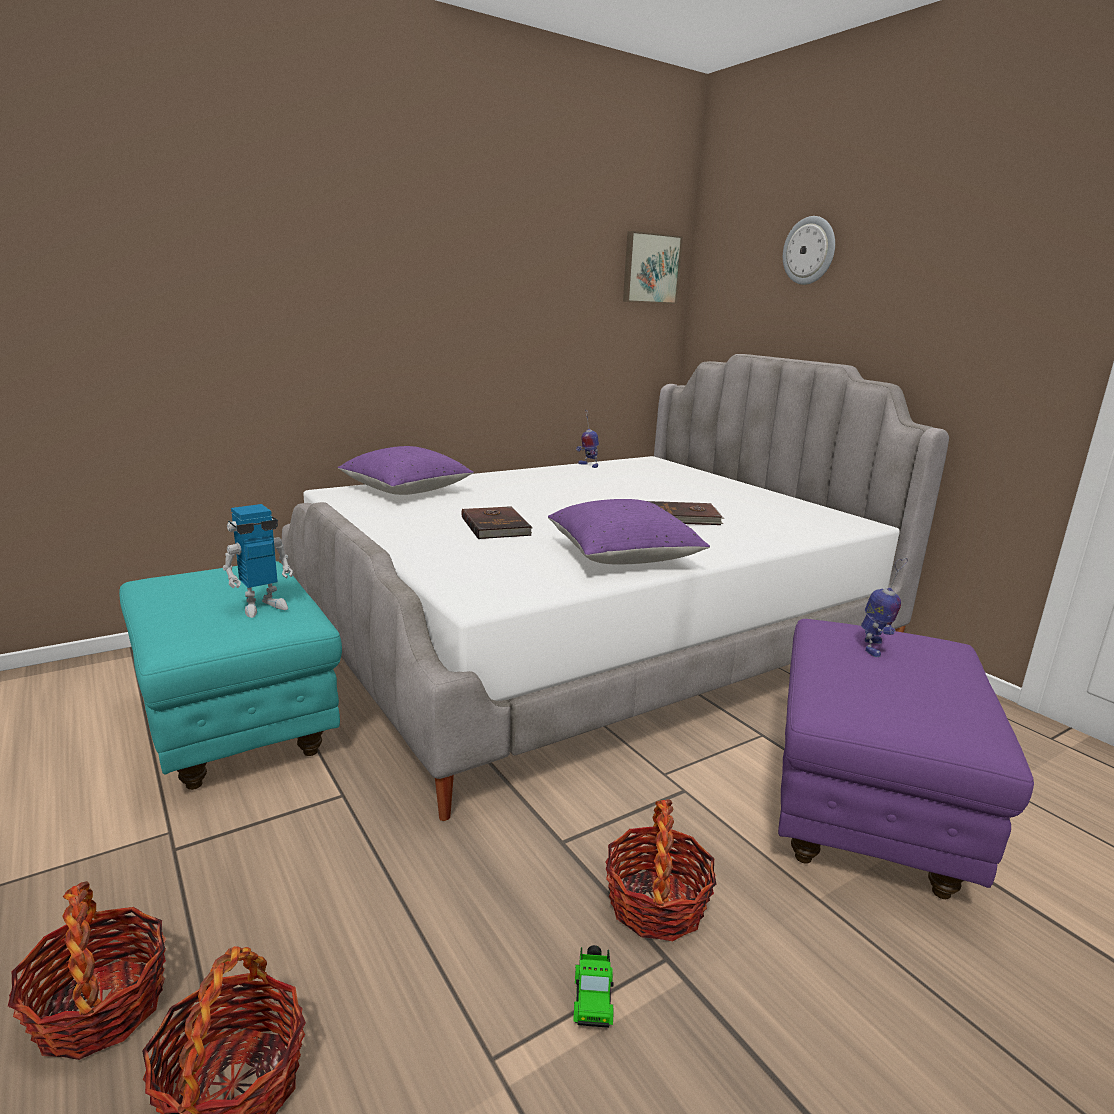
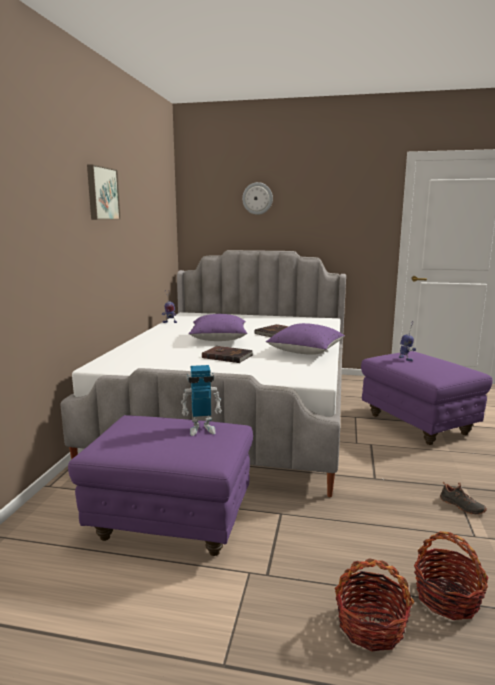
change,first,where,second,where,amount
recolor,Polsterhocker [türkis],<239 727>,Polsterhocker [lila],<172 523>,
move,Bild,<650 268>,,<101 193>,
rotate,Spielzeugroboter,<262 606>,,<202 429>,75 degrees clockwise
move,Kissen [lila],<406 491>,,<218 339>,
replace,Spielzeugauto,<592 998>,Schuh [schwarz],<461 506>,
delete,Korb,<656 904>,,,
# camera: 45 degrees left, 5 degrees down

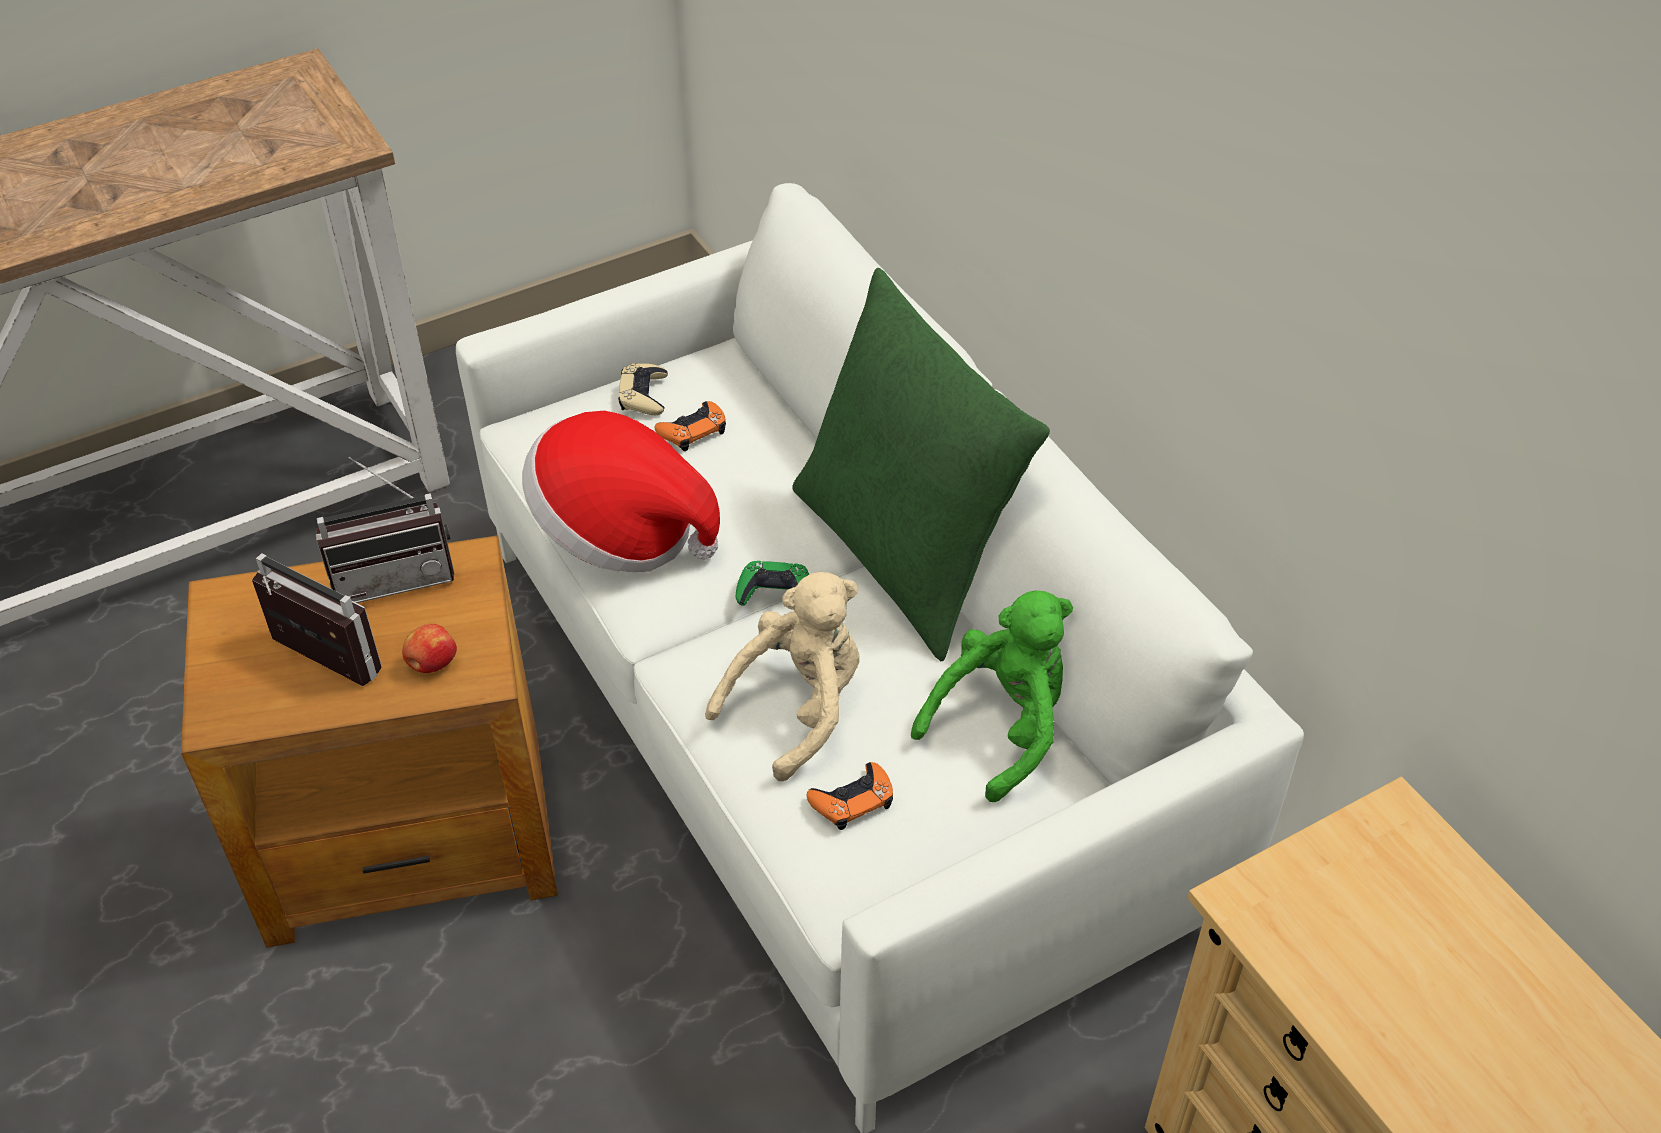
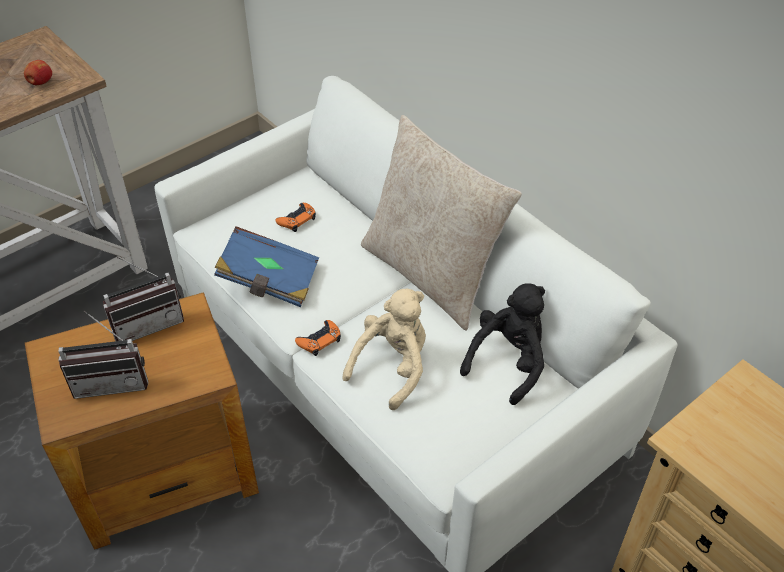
change,first,where,second,where,amount
move,Apfel,<432 664>,,<40 83>,
rotate,Radio,<315 665>,,<112 381>,150 degrees clockwise
replace,Hut,<621 531>,Buch [blau],<269 281>,
move,Gamepad [orange],<852 800>,,<319 340>,
recolor,Kissen [grün],<905 554>,Kissen [beige],<431 274>,
recolor,Plüschtier [grün],<1002 726>,Plüschtier [schwarz],<508 362>,
delete,Gamepad [beige],<643 395>,,,
delete,Gamepad [grün],<775 592>,,,
# camera: 10 degrees left, 0 degrees up

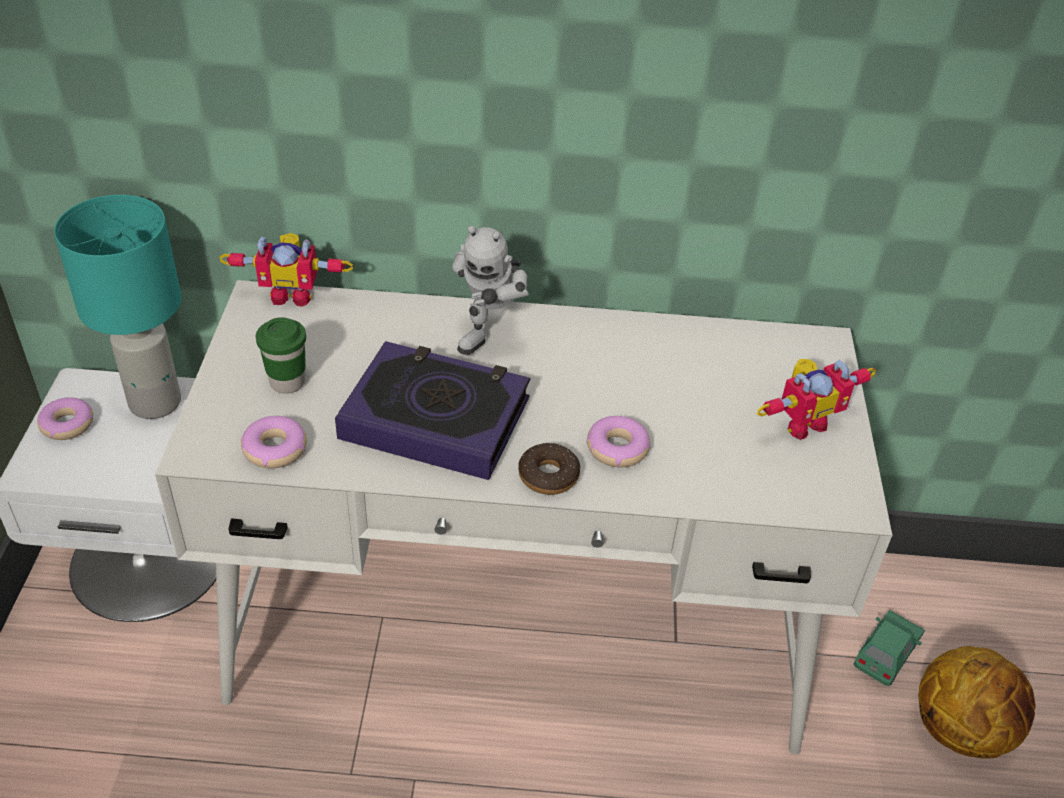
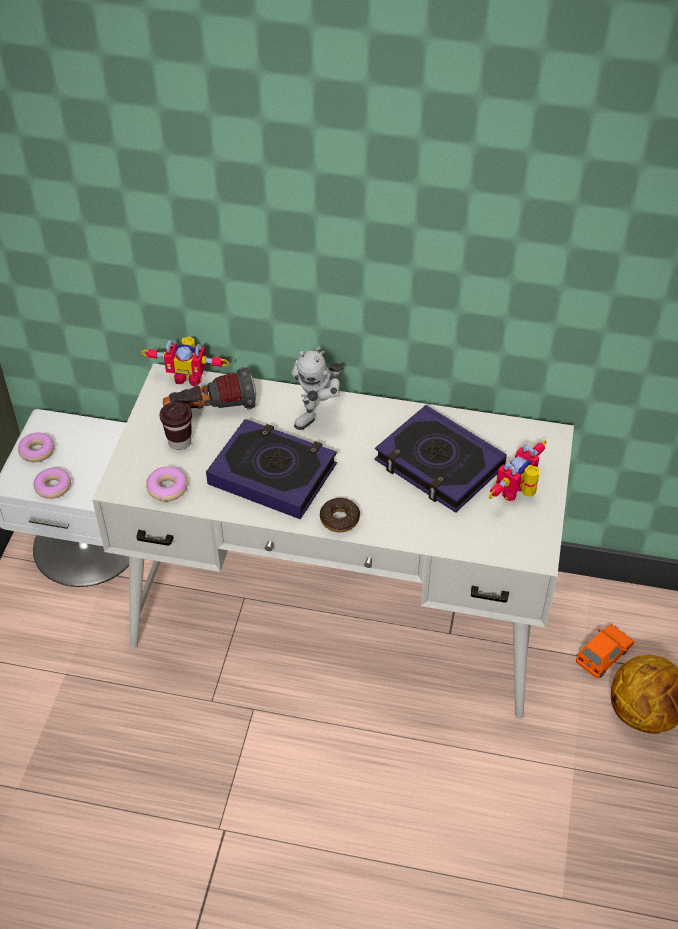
change,first,where,second,where,amount
move,Donut,<617 448>,,<53 487>,
recolor,Tasse [grün],<287 382>,Tasse [braun],<179 442>,
insert,,,Taschenlampe,<211 410>,
insert,,,Buch,<439 465>,
rotate,Spielzeugroboter,<802 422>,,<518 494>,150 degrees clockwise
recolor,Spielzeugauto [grün],<887 652>,Spielzeugauto [orange],<604 654>,
delete,Tischlampe [türkis],<155 401>,,,
# camera: 10 degrees right, 5 degrees up

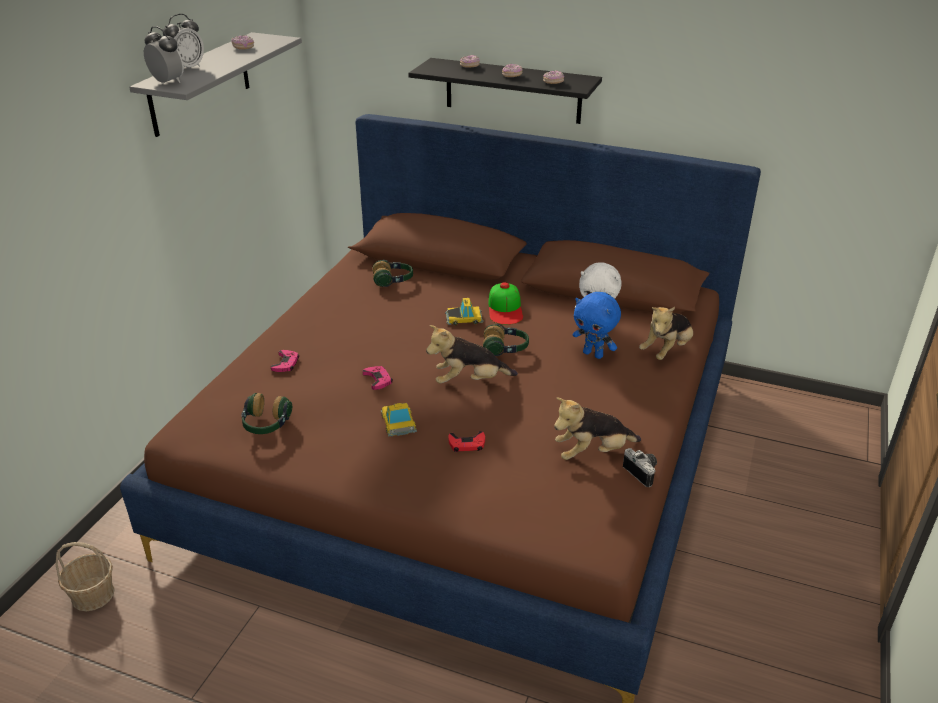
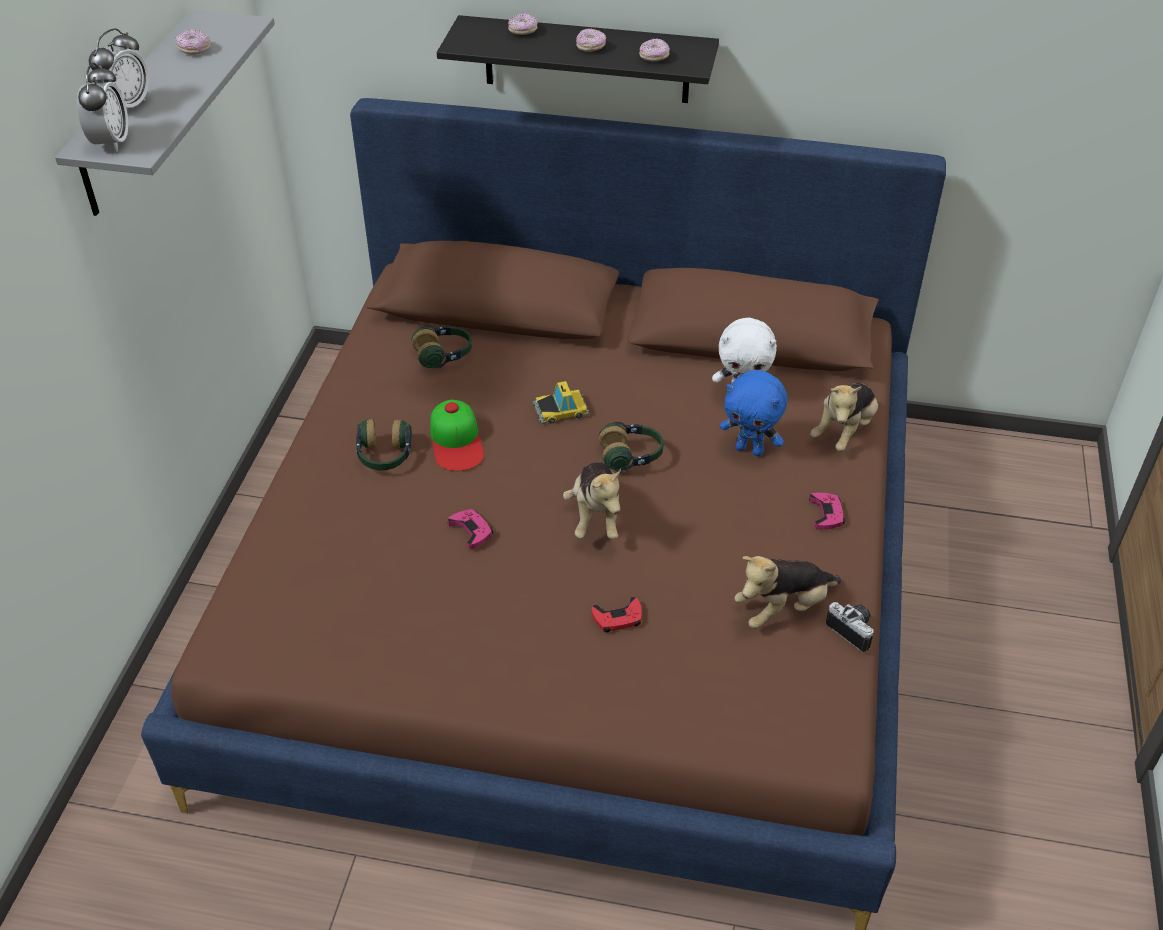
change,first,where,second,where,amount
rotate,Wecker,<167 82>,,<111 142>,60 degrees clockwise
move,Kopfhörer,<266 424>,,<384 456>,
move,Kappe,<505 309>,,<456 441>,
rotate,Plüschtier,<469 381>,,<595 516>,75 degrees counterclockwise
move,Gamepad [rosa],<286 363>,,<826 514>,
delete,Korb,<92 594>,,,
delete,Spielzeugauto,<398 422>,,,
# camera: 10 degrees left, 10 degrees up

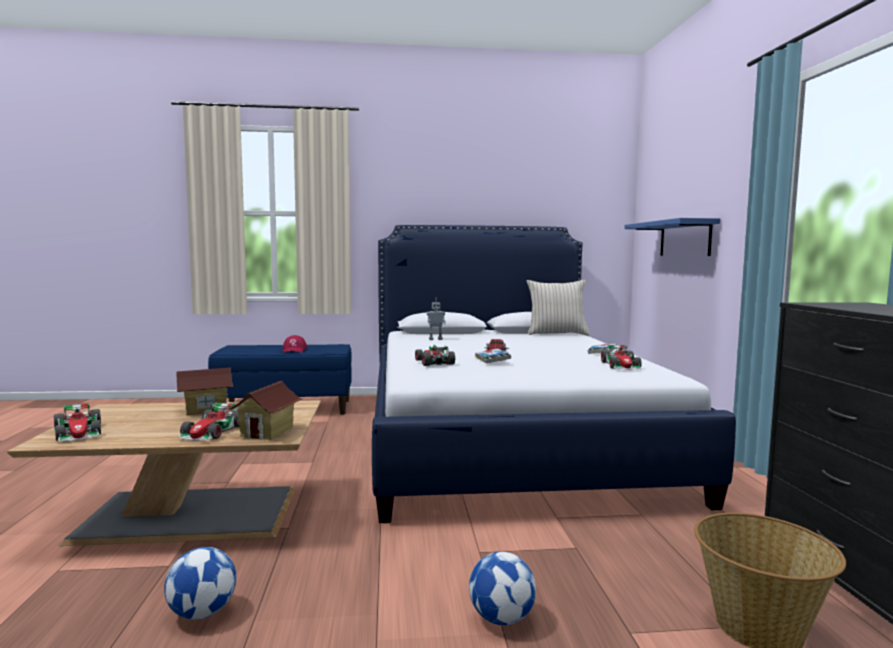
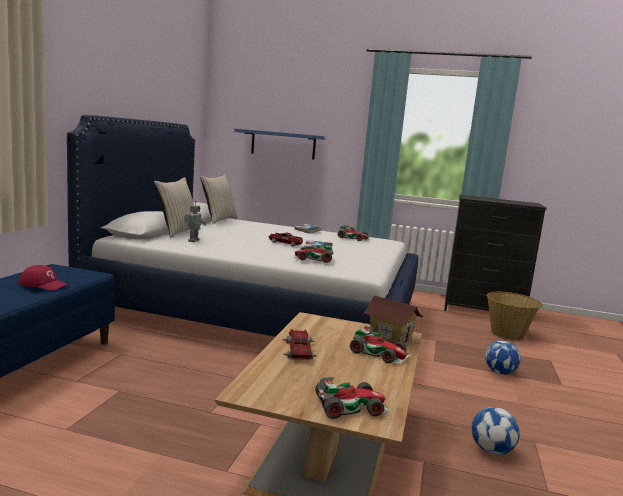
change,first,where,second,where,amount
insert,,,Kissen [beige],<177 232>,
replace,Spielzeughaus,<205 409>,Spielzeugauto,<298 350>,
# camera: 70 degrees left, 5 degrees up

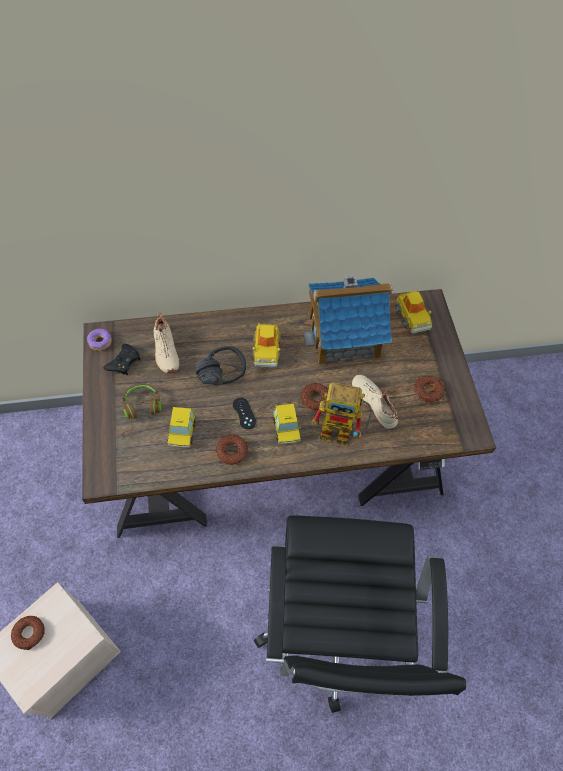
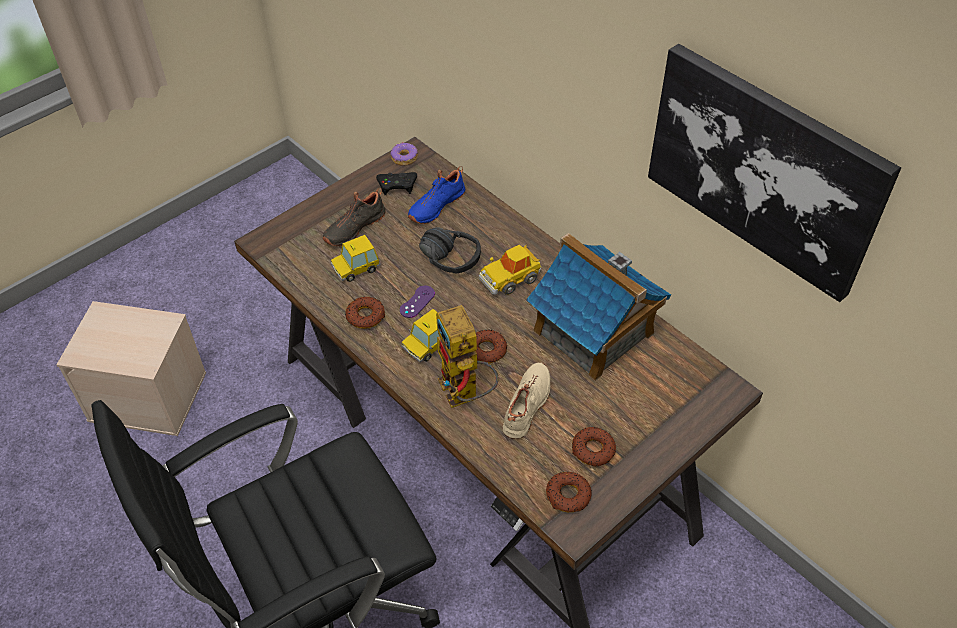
change,first,where,second,where,amount
replace,Kopfhörer [braun],<141 412>,Schuh [schwarz],<353 227>,
recolor,Gamepad [schwarz],<244 413>,Gamepad [lila],<417 302>,
recolor,Schuh [beige],<165 351>,Schuh [blau],<435 205>,
move,Donut,<29 633>,,<568 495>,
insert,,,Bild,<764 169>,
delete,Spielzeugauto,<412 316>,,,
# camera: 60 degrees right, 10 degrees down

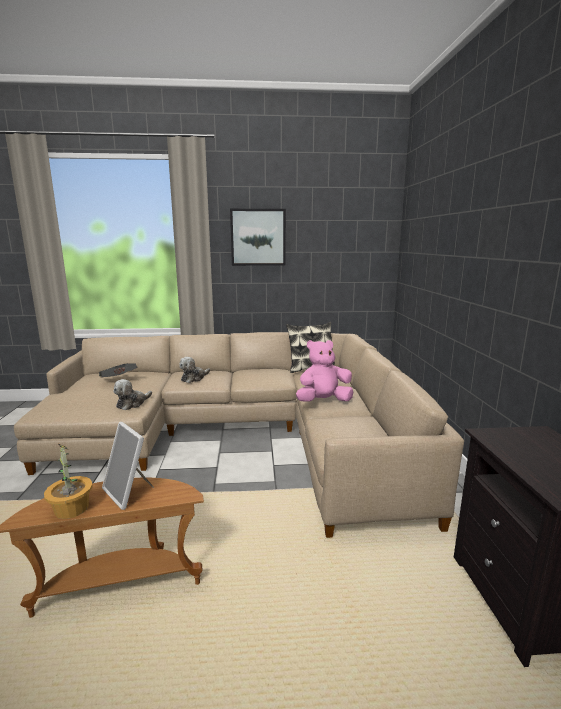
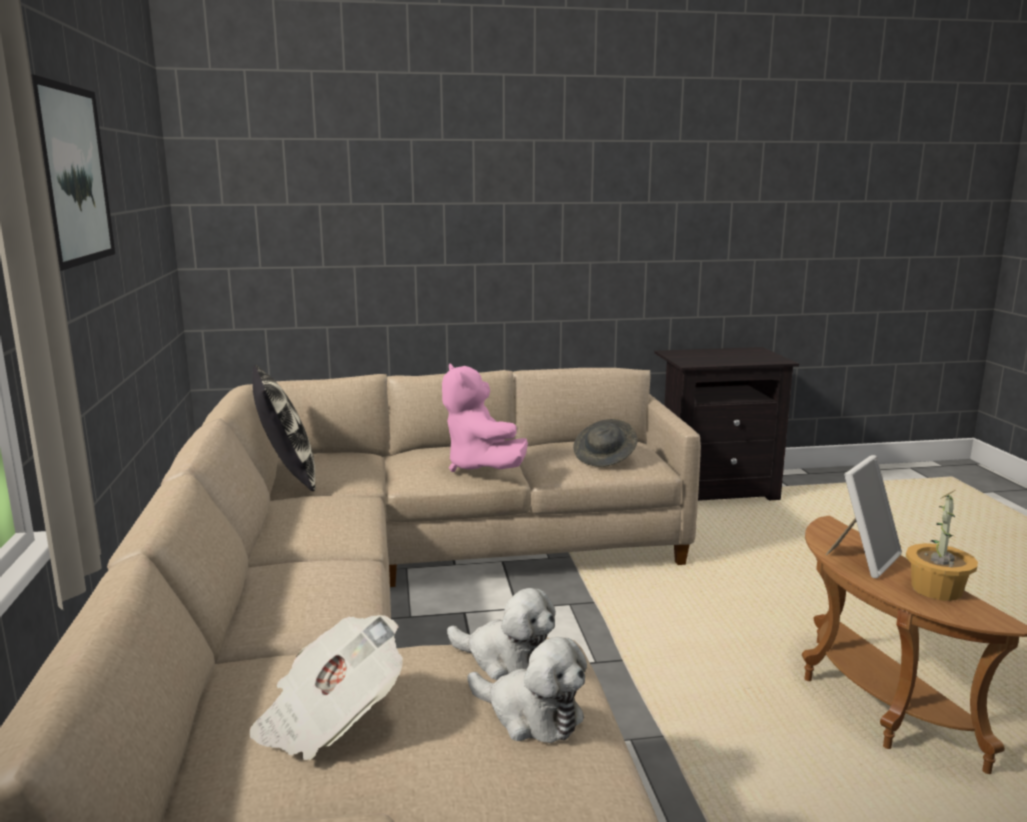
change,first,where,second,where,amount
move,Plüschtier,<194 378>,,<531 715>,
insert,,,Hut [grau],<605 458>,
# camera: 95 degrees left, 0 degrees up

